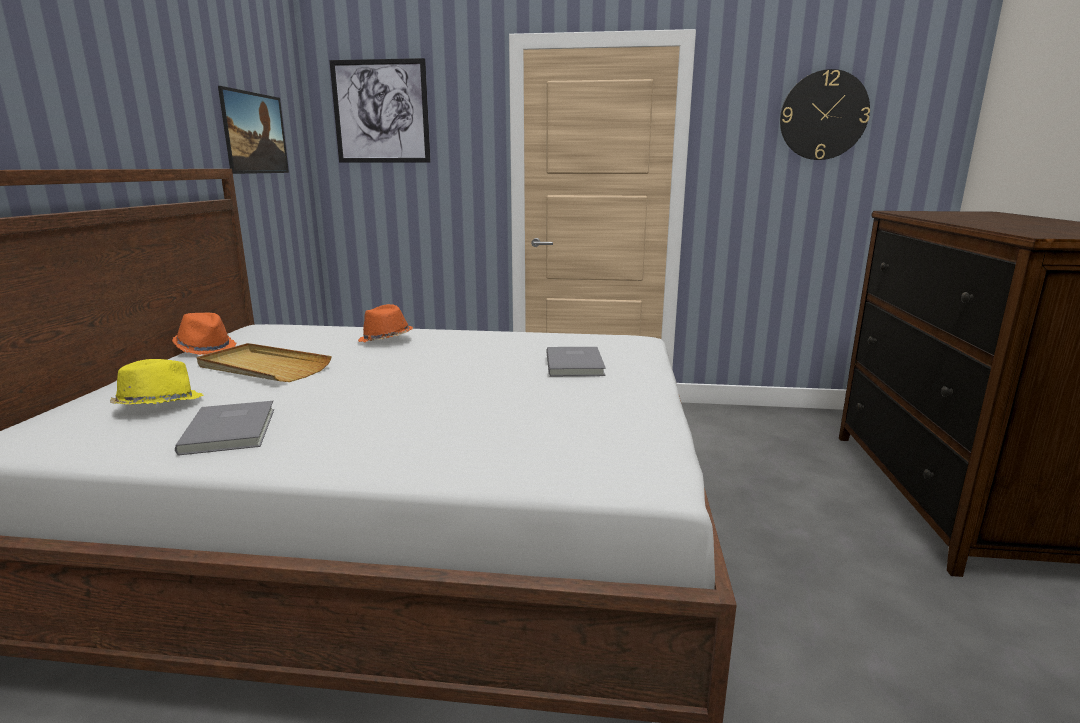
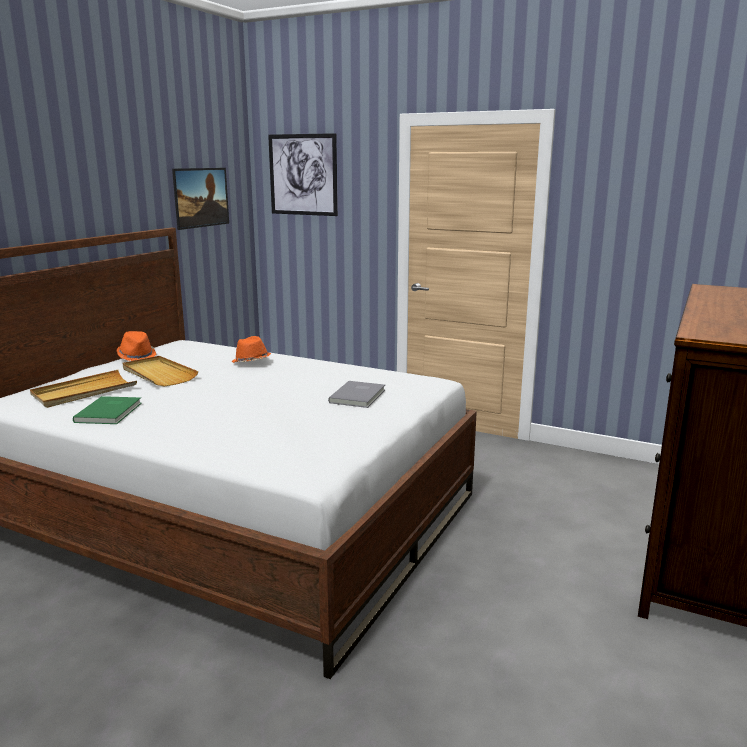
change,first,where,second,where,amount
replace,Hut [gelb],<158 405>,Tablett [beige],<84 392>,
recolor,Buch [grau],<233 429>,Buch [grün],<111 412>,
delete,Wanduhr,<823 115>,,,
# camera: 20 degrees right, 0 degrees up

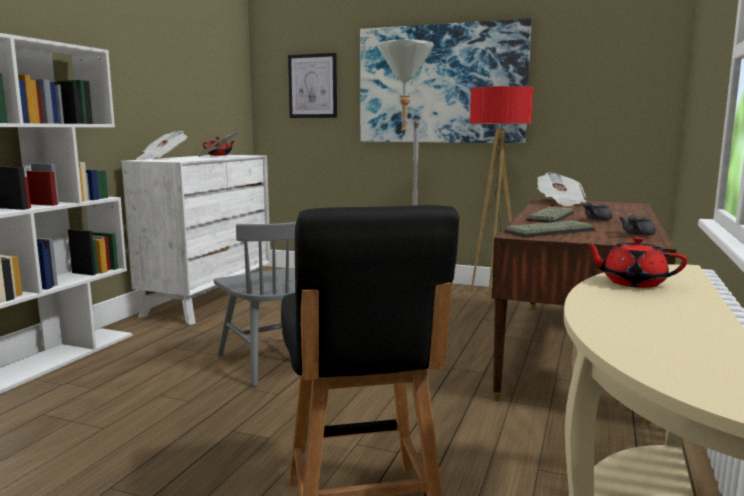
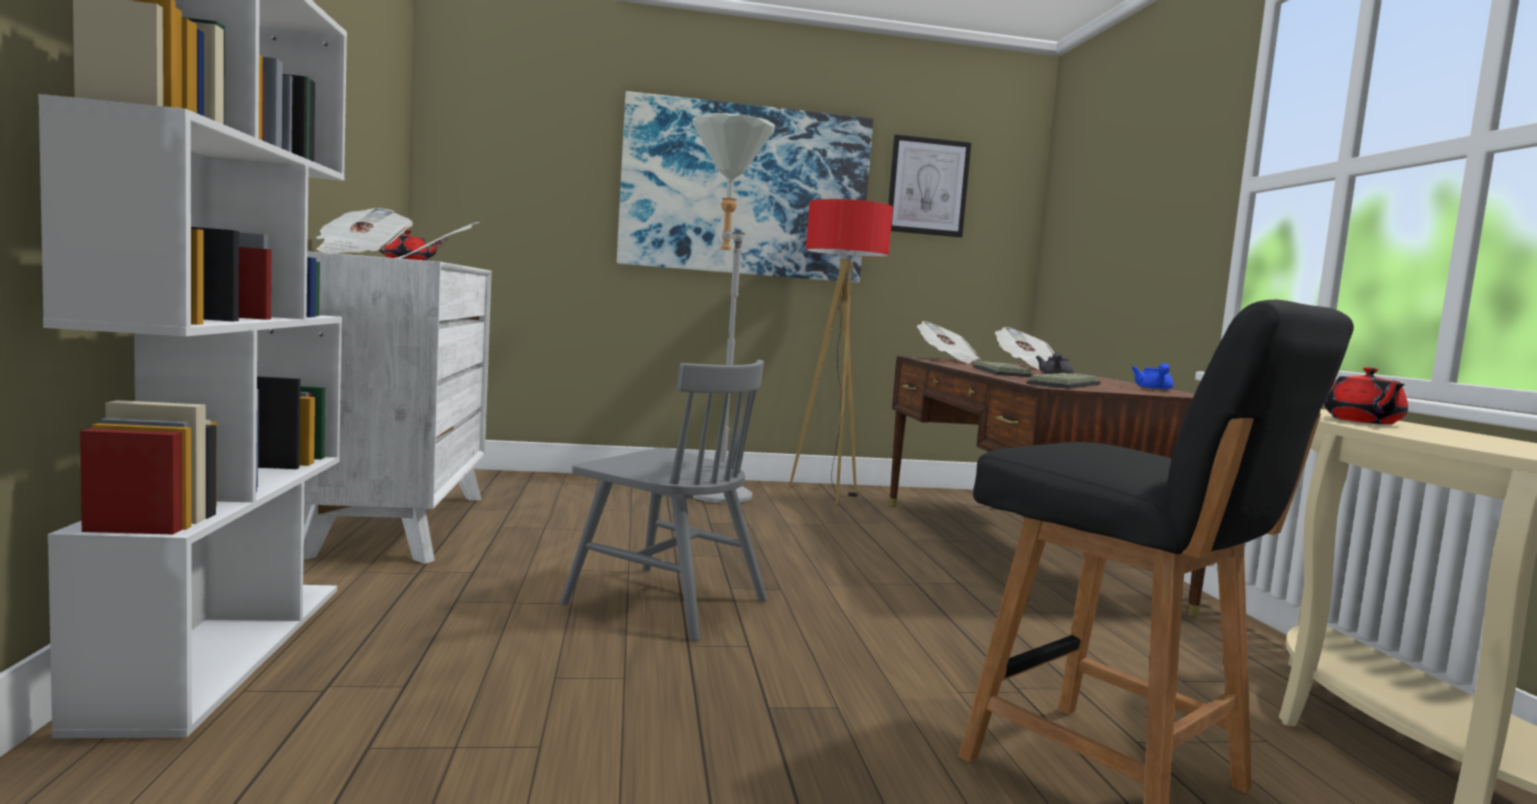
change,first,where,second,where,amount
move,Bild,<313 86>,,<927 186>,
insert,,,Zeitung,<1026 367>,
recolor,Teekanne [grau],<637 235>,Teekanne [blau],<1154 389>,
rotate,Teekanne [rot],<632 282>,,<1363 421>,75 degrees counterclockwise
# camera: 30 degrees left, 5 degrees down

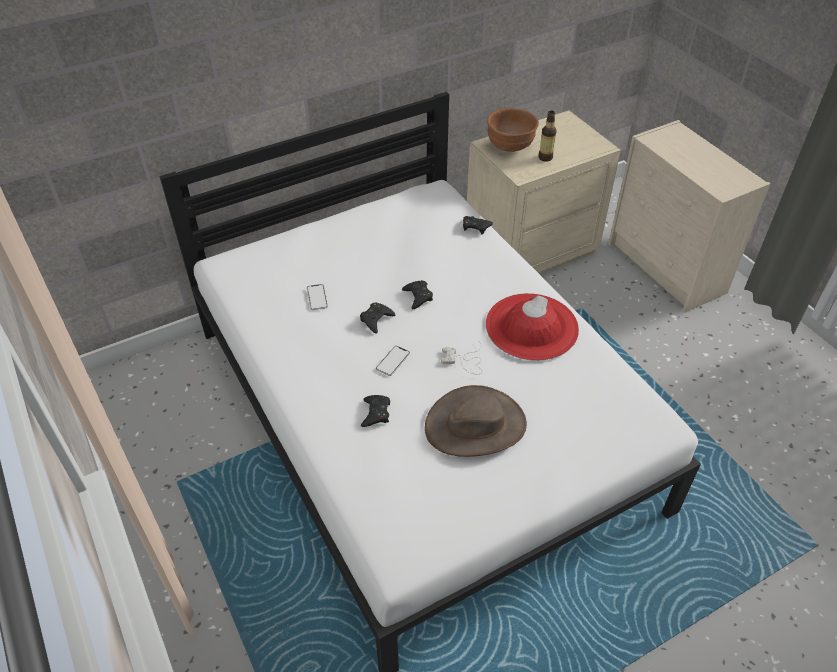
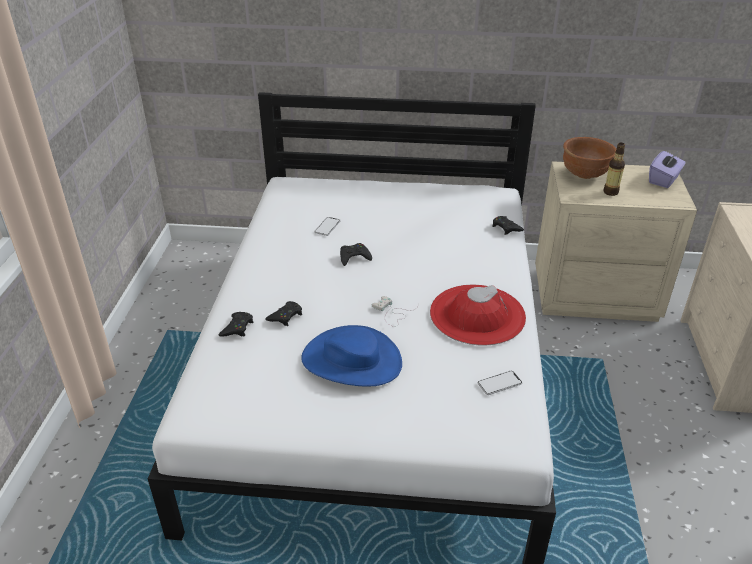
change,first,where,second,where,amount
move,Gamepad [schwarz],<418 297>,,<237 328>,
recolor,Hut [braun],<475 425>,Hut [blau],<351 360>,
move,Handy,<393 361>,,<499 383>,
insert,,,Taschentuchbox [lila],<664 180>,
# camera: 35 degrees right, 10 degrees down

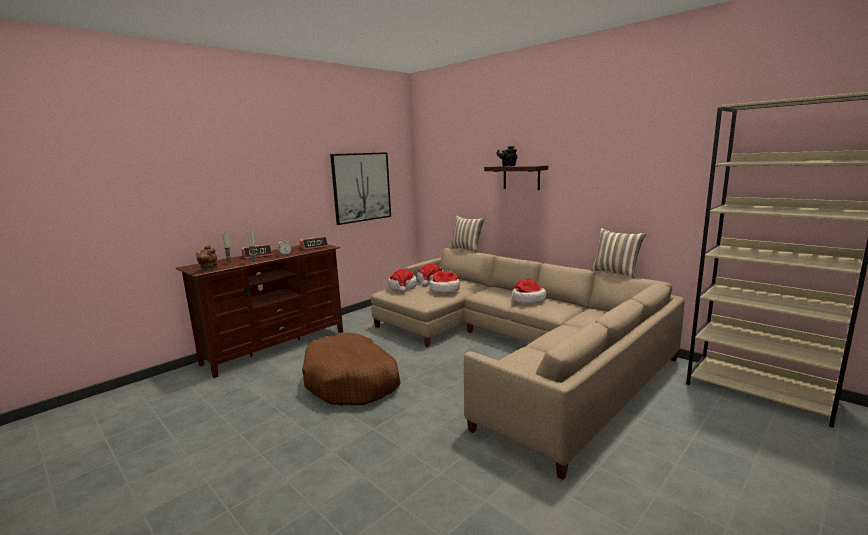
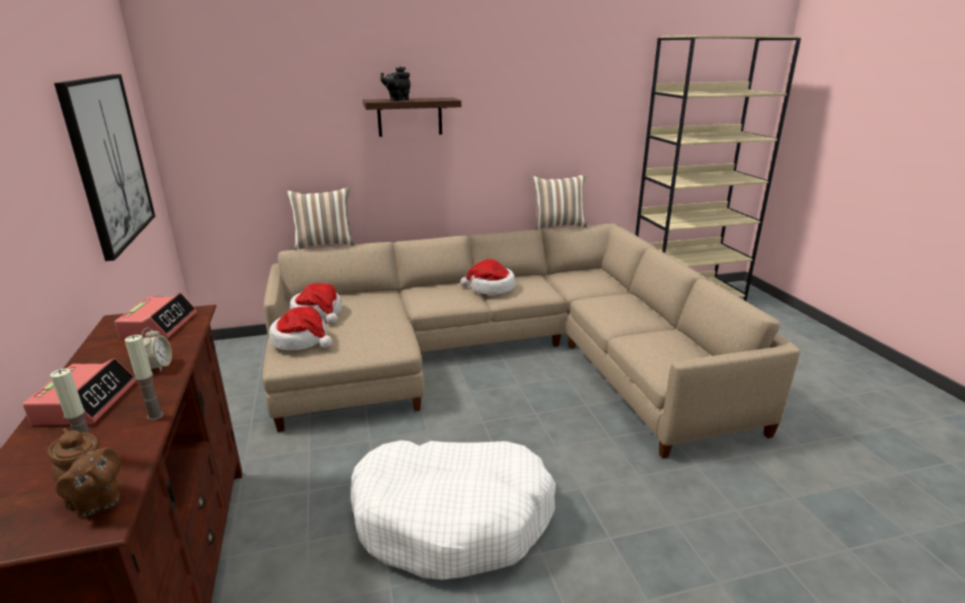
change,first,where,second,where,amount
recolor,Hundebett [braun],<352 382>,Hundebett [weiß],<453 518>,
delete,Hut,<445 289>,,,
# camera: 60 degrees left, 10 degrees up

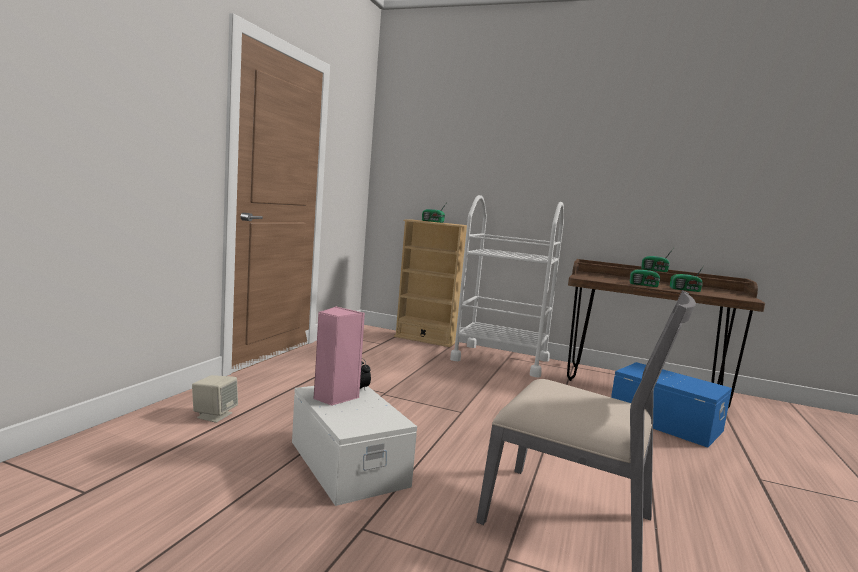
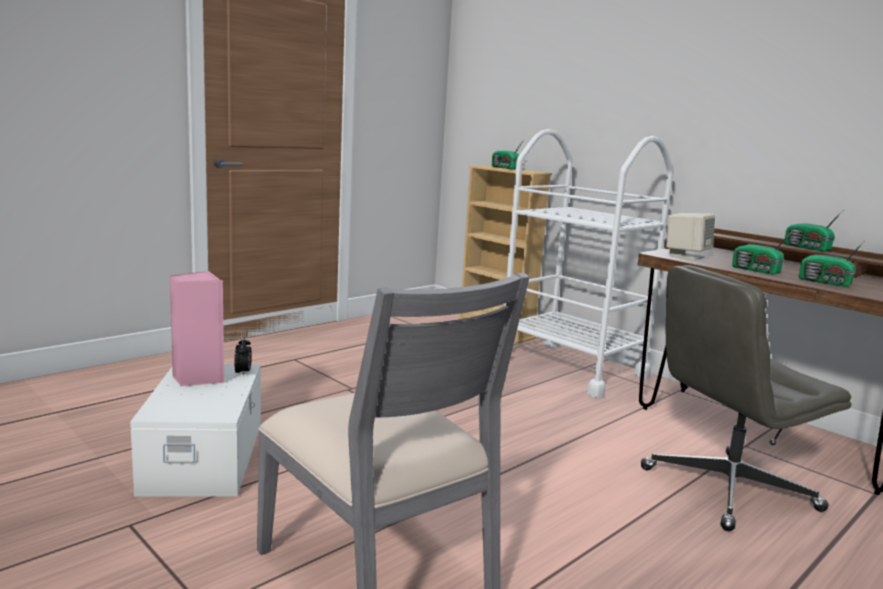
change,first,where,second,where,amount
replace,Aufbewahrungsbox [blau],<665 421>,Bürostuhl [grau],<727 490>,
move,Lautsprecher [beige],<214 415>,,<686 256>,
# camera: 25 degrees right, 5 degrees up

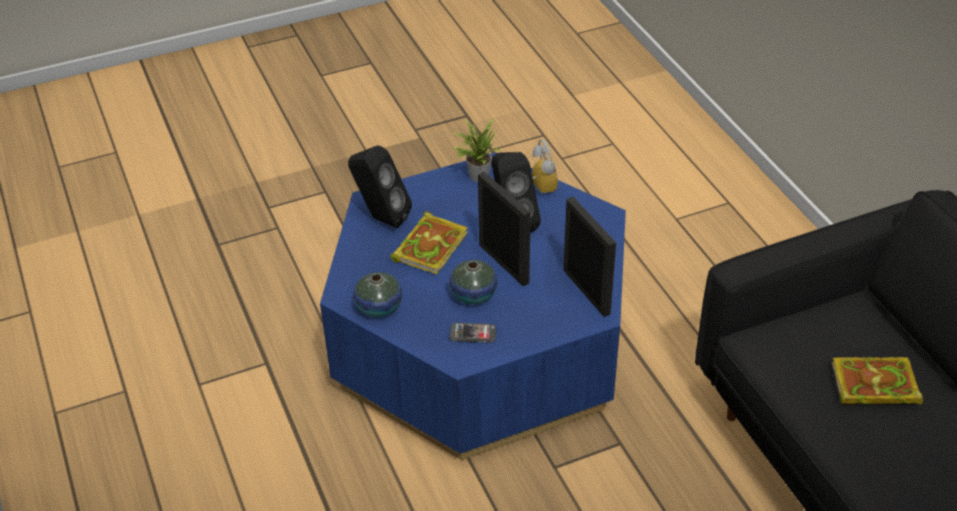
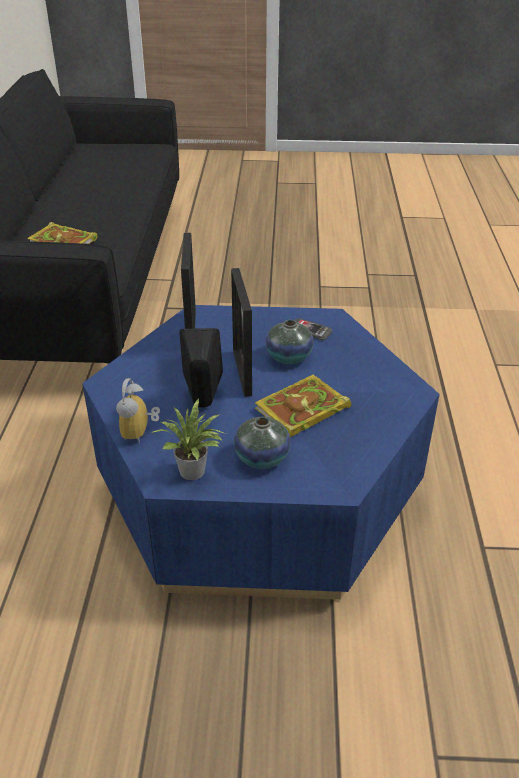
change,first,where,second,where,amount
move,Vase,<379 307>,,<262 457>,
delete,Lautsprecher [schwarz],<381 218>,,,
# camera: 155 degrees left, 5 degrees down

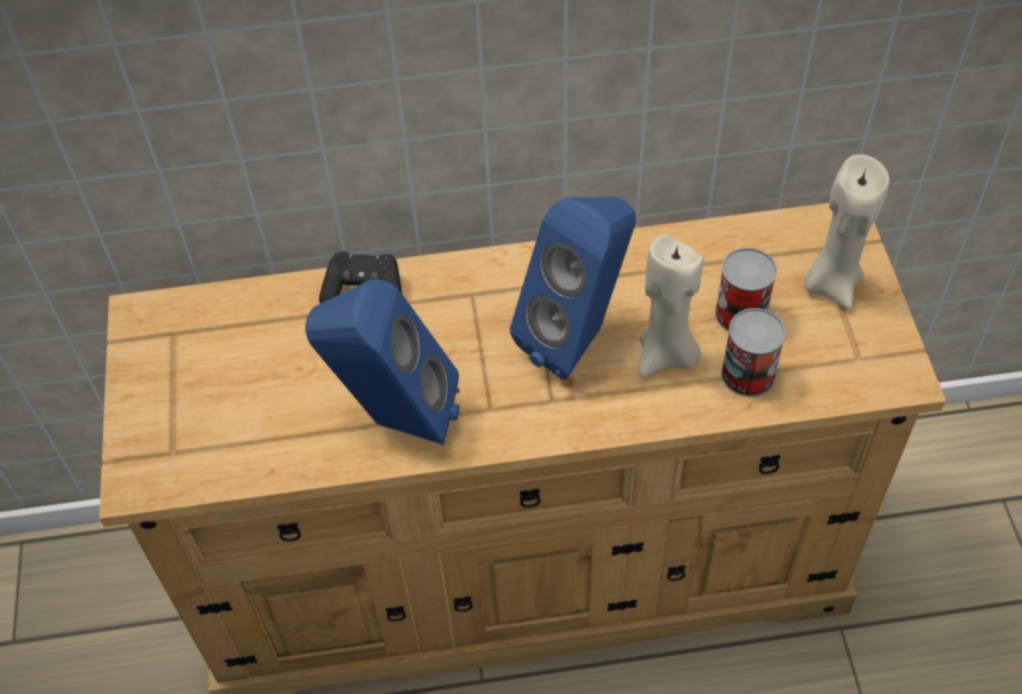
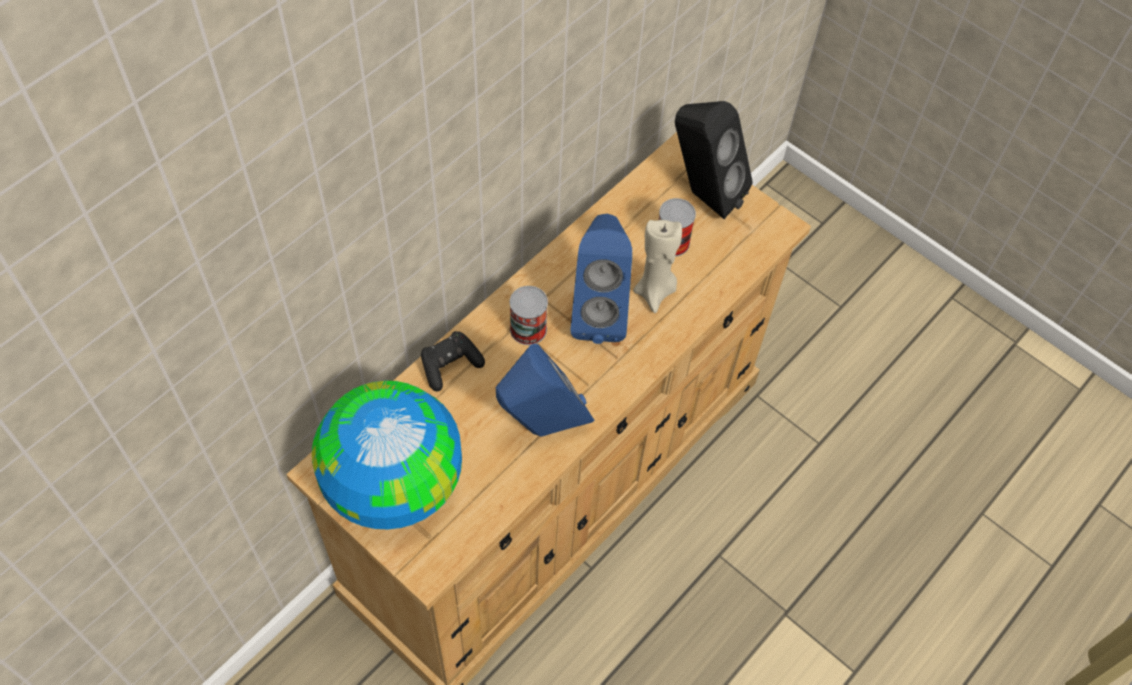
change,first,where,second,where,amount
insert,,,Globus,<392 485>,
move,Dose,<748 374>,,<528 329>,
replace,Kerze [beige],<831 283>,Lautsprecher [schwarz],<702 194>,
# camera: 45 degrees left, 5 degrees up

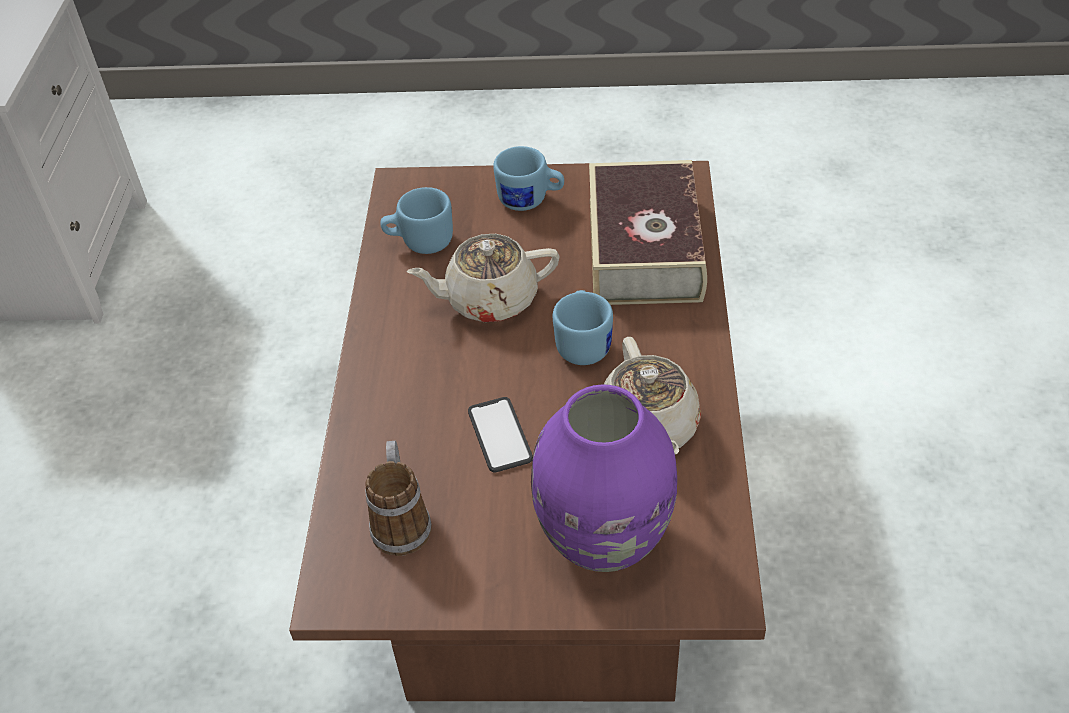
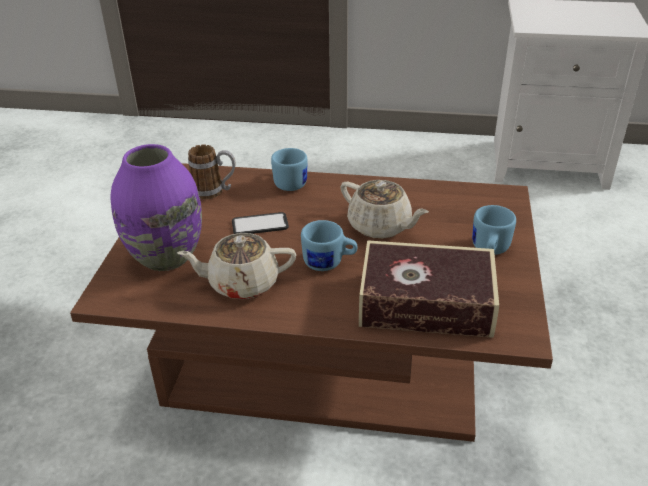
change,first,where,second,where,amount
move,Henkelbecher [blau],<420 242>,,<291 181>,
rotate,Teekanne [beige],<489 299>,,<380 226>,135 degrees clockwise
# camera: 95 degrees right, 10 degrees down

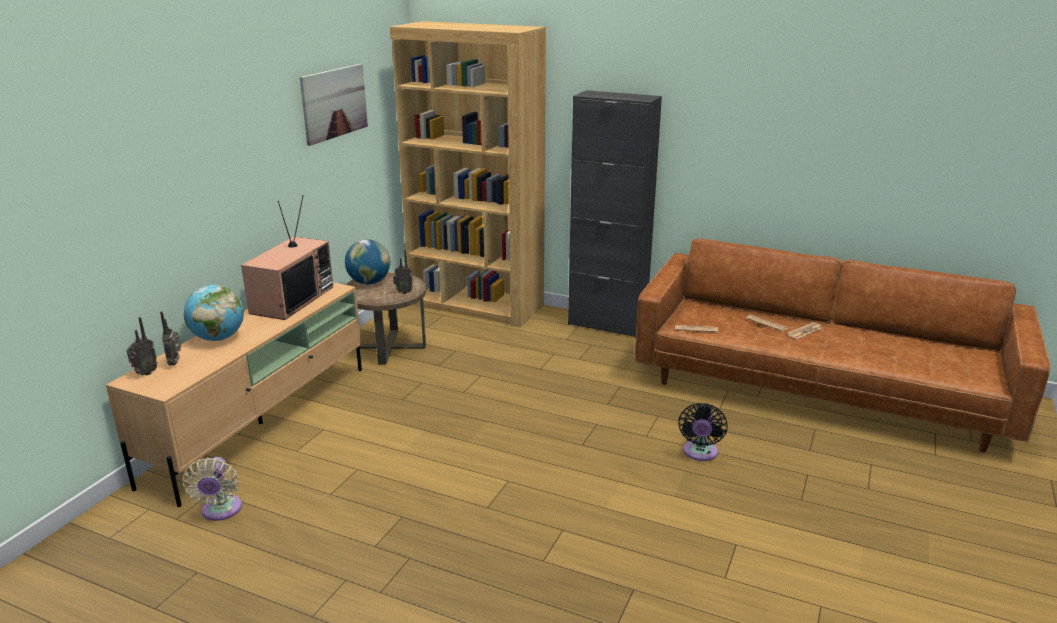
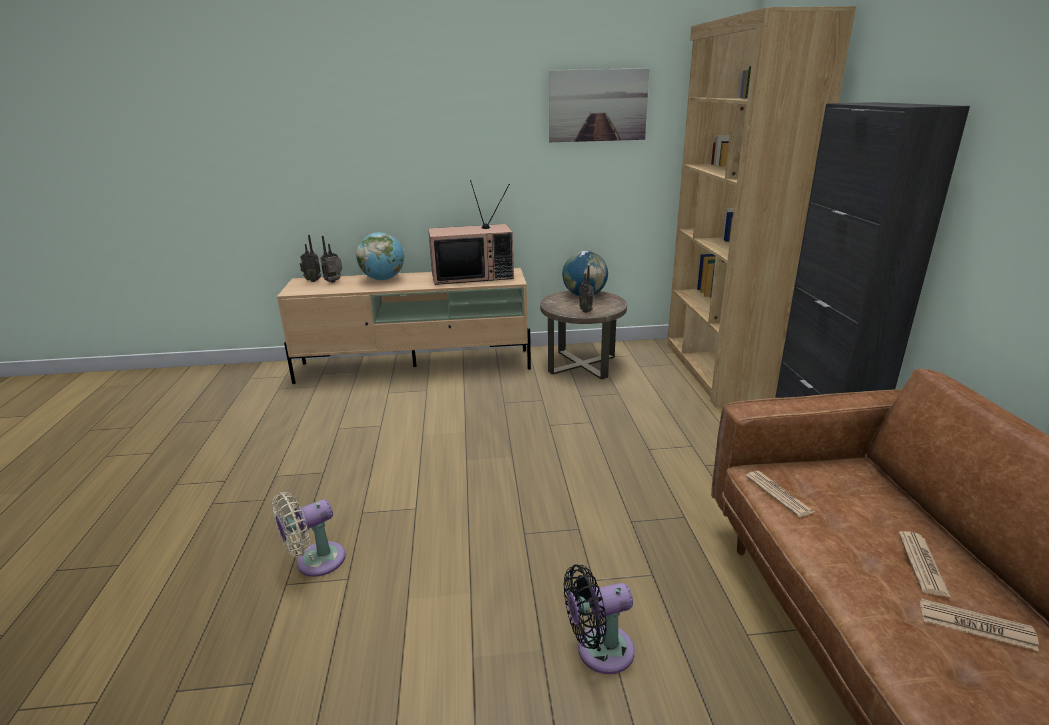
change,first,where,second,where,amount
move,Ventilator [beige],<220 511>,,<315 562>,
# camera: 60 degrees right, 0 degrees up

